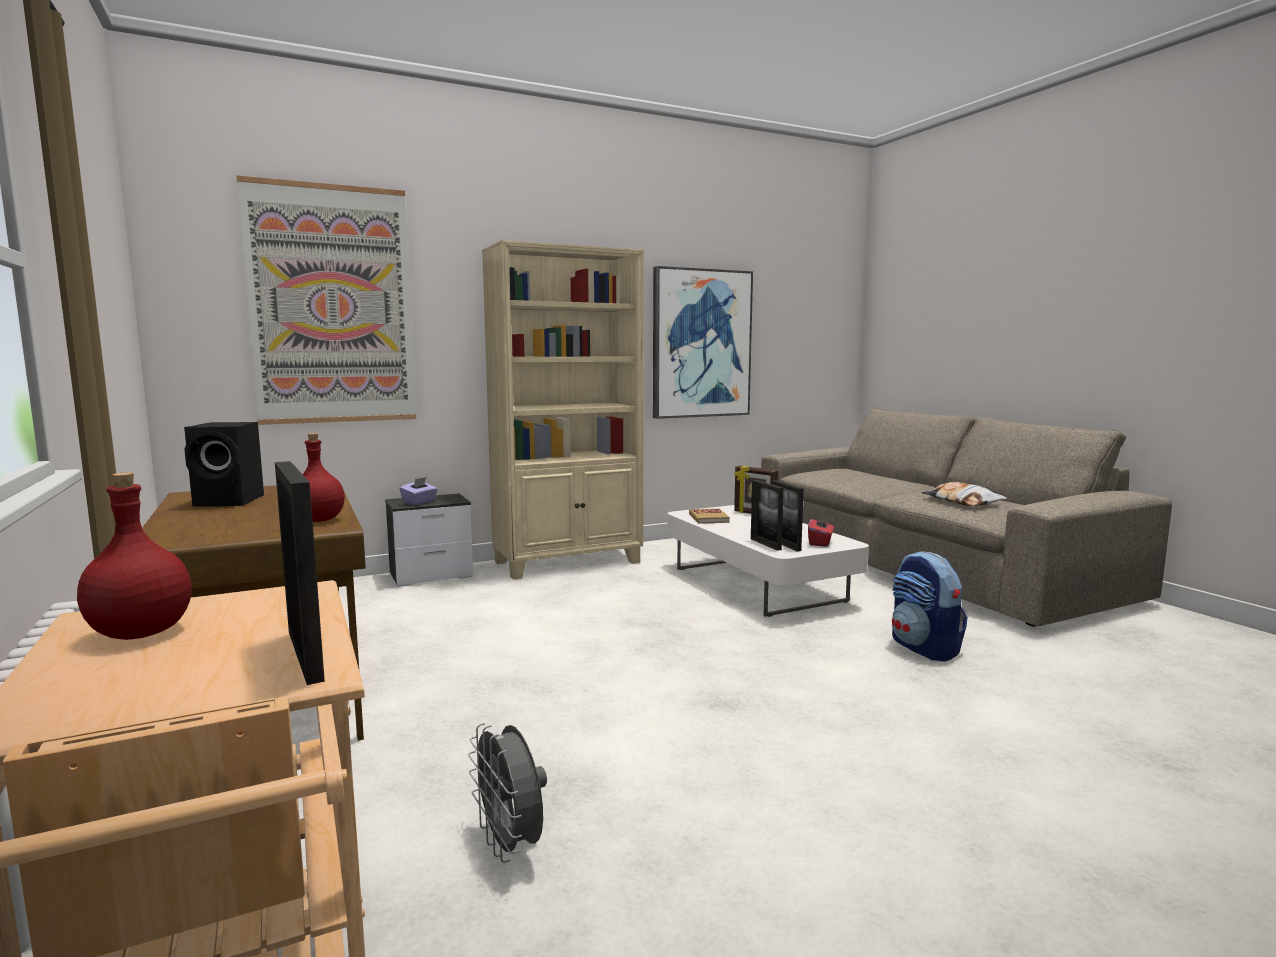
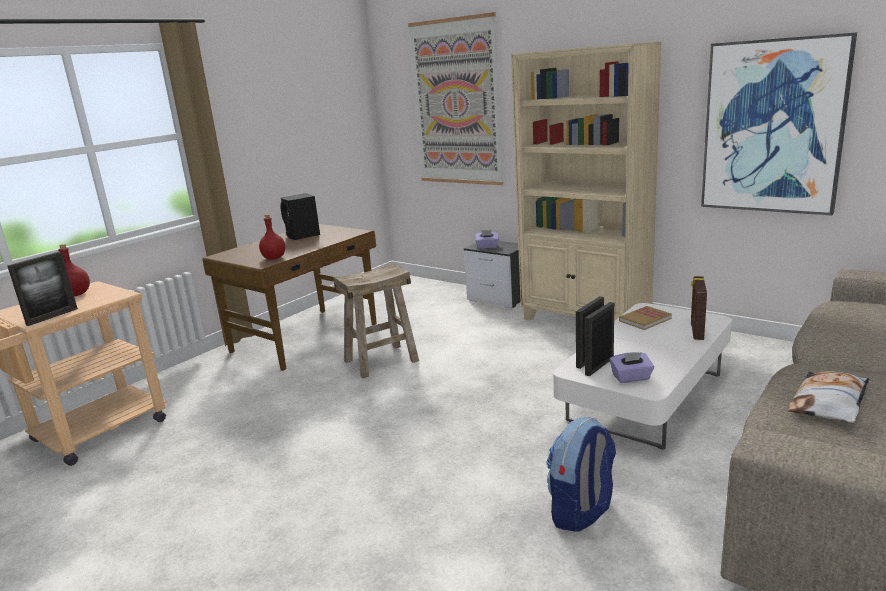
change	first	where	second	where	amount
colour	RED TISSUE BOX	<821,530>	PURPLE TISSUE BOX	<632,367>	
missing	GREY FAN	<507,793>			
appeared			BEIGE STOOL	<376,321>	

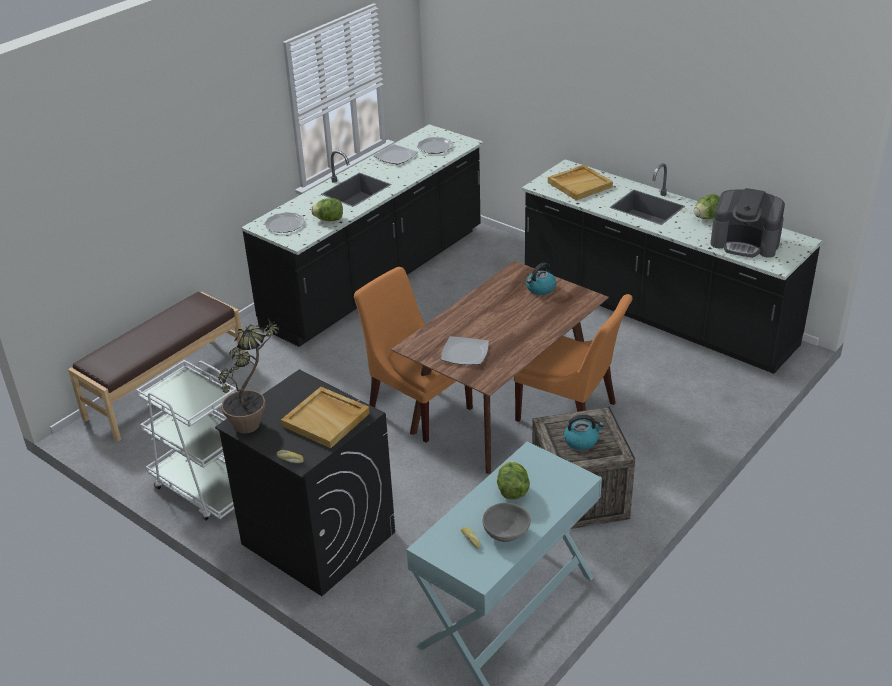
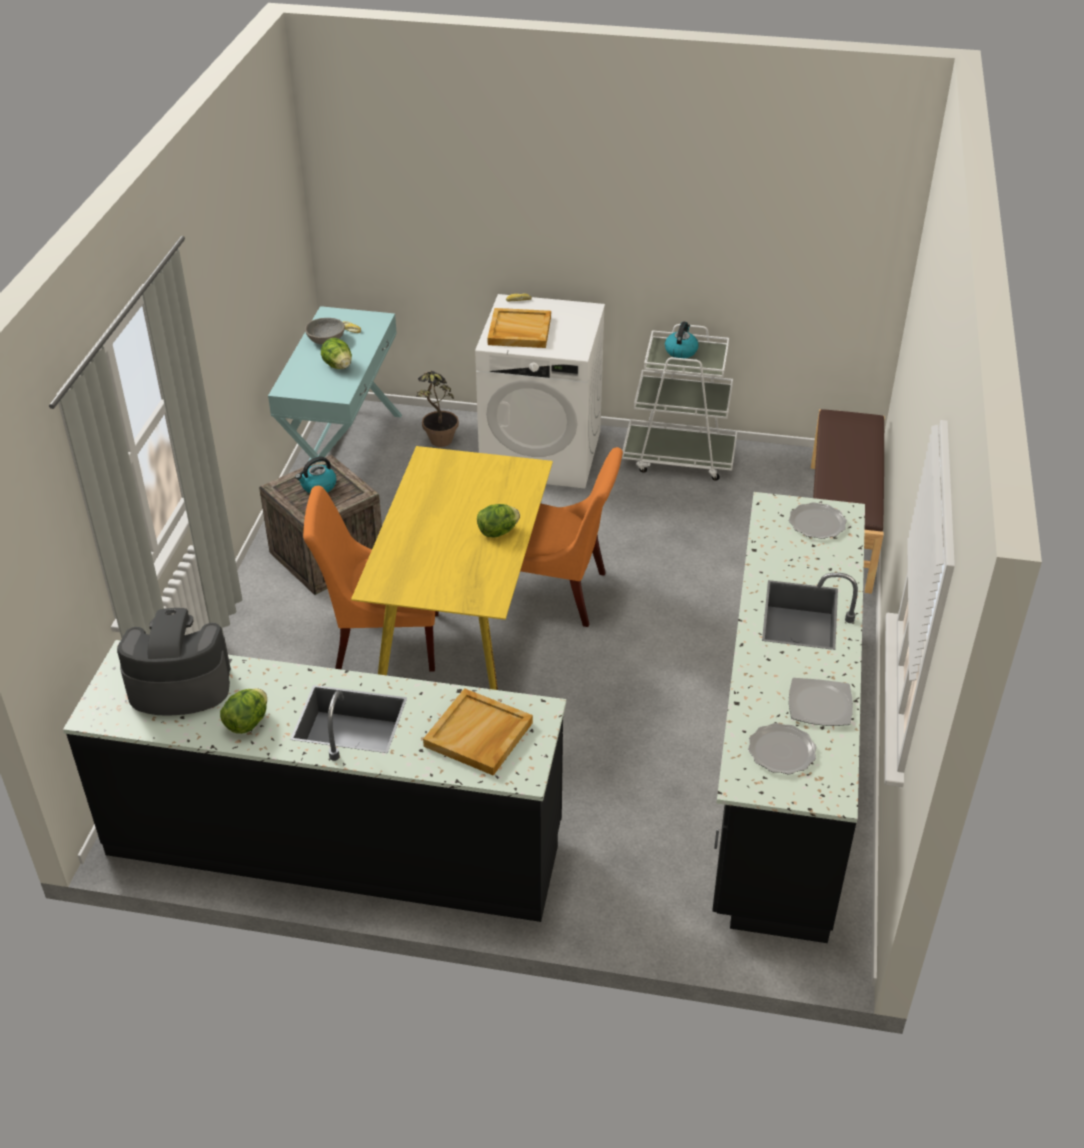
change	first	where	second	where	amount
relocated	LETTUCE	<327,210>		<498,521>	
colour	BROWN DINING TABLE	<500,367>	YELLOW DINING TABLE	<452,568>	
relocated	KETTLE	<541,278>		<682,339>	
relocated	POTTED PLANT	<249,376>		<437,409>	
missing	PLATE	<465,350>			
colour	BLACK WASHING MACHINE	<305,482>	WHITE WASHING MACHINE	<540,391>	

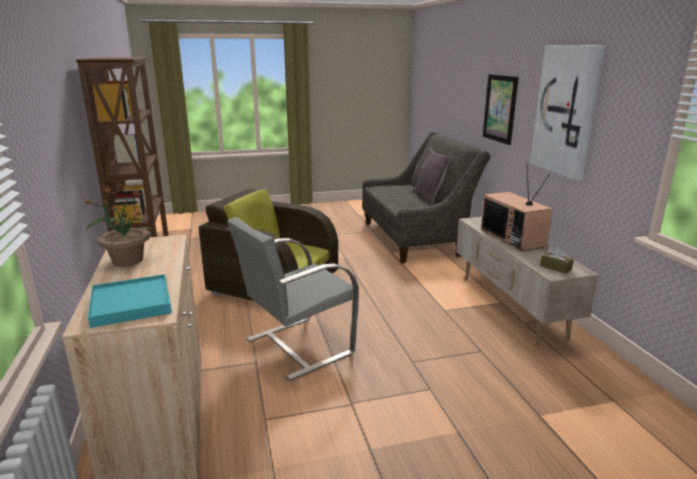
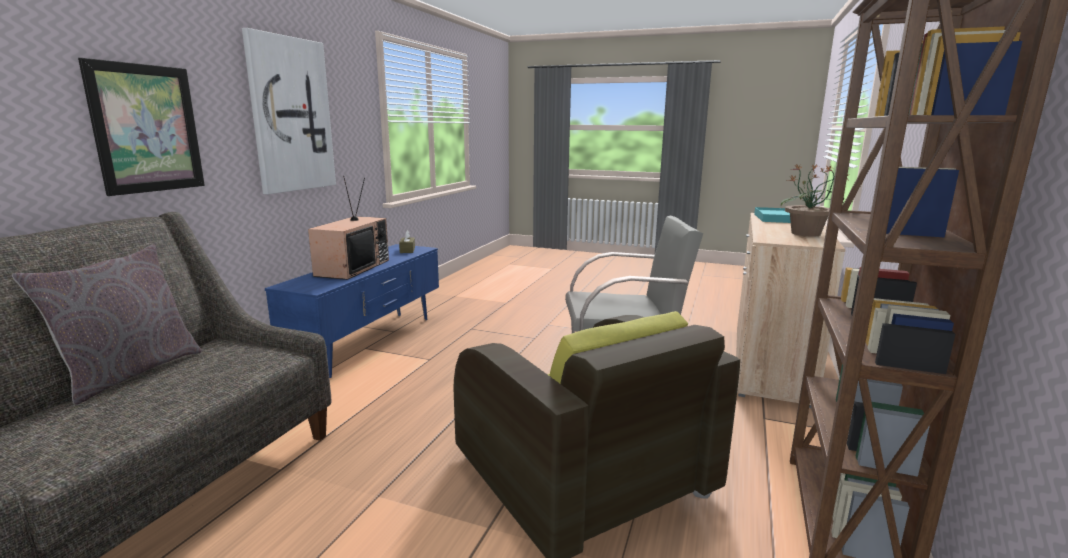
change	first	where	second	where	amount
colour	BEIGE TV STAND	<528,281>	BLUE TV STAND	<352,311>	

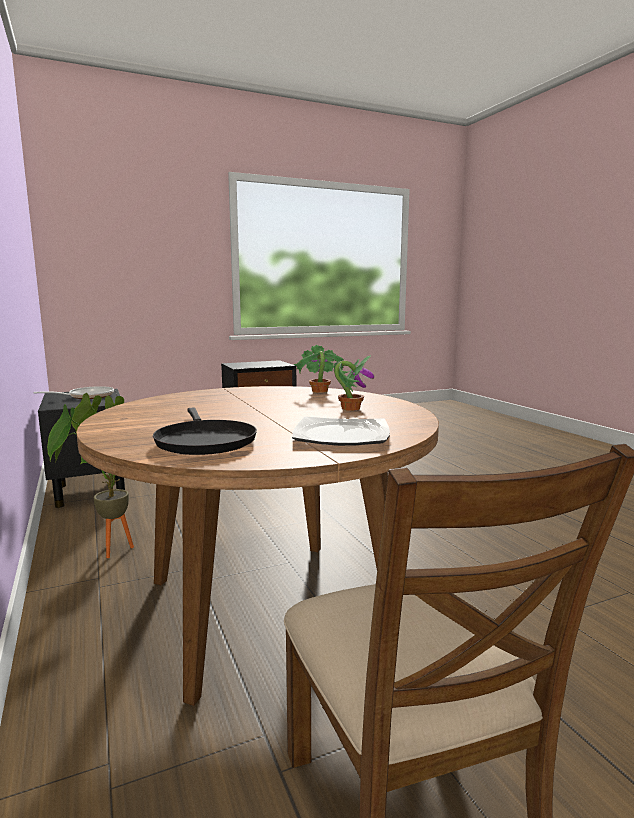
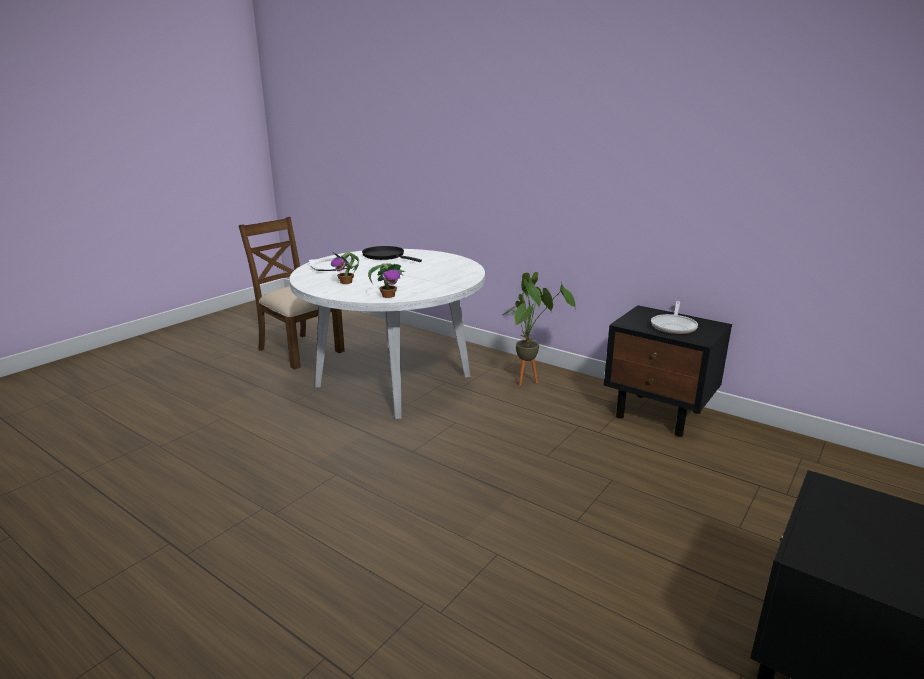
change	first	where	second	where	amount
colour	BROWN DINING TABLE	<257,546>	WHITE DINING TABLE	<387,334>	

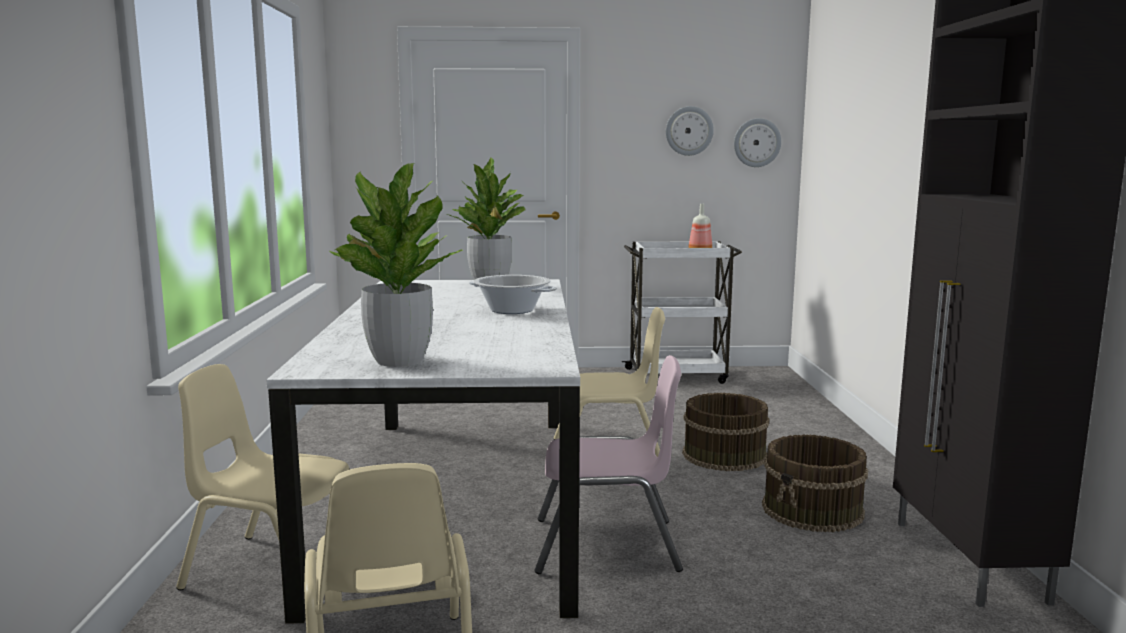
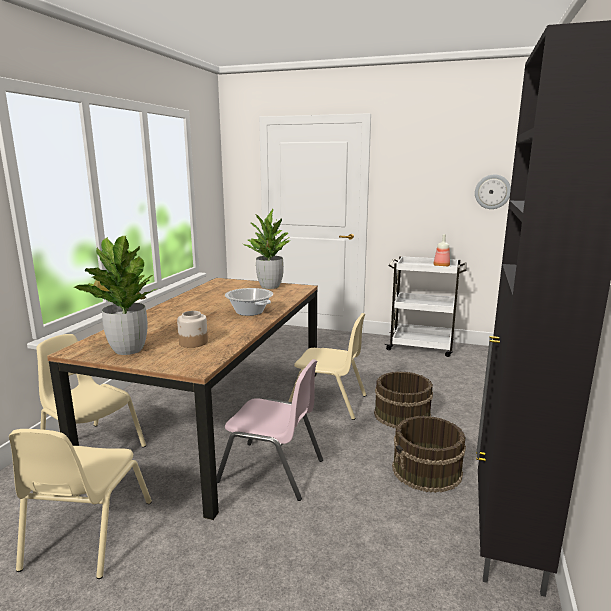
change	first	where	second	where	amount
missing	WALL CLOCK	<690,131>			
colour	WHITE DINING TABLE	<423,451>	BROWN DINING TABLE	<182,399>	
appeared			JAR	<192,329>	

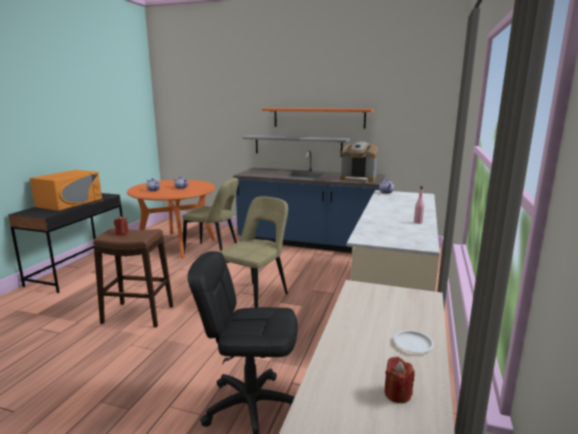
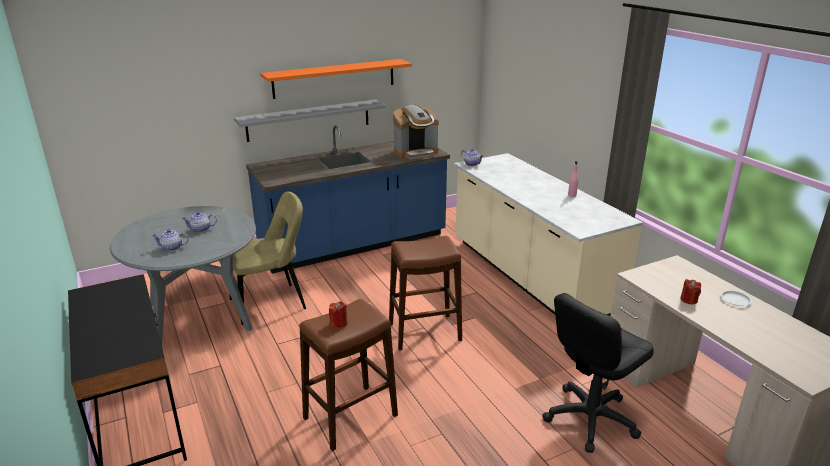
change	first	where	second	where	amount
missing	ORANGE MICROWAVE	<66,190>			
colour	ORANGE DINING TABLE	<171,219>	GREY DINING TABLE	<183,275>	
exchanged	BEIGE CHAIR	<254,251>	BROWN STOOL	<425,293>	
relocated	RED CANDLE	<399,379>		<691,291>	

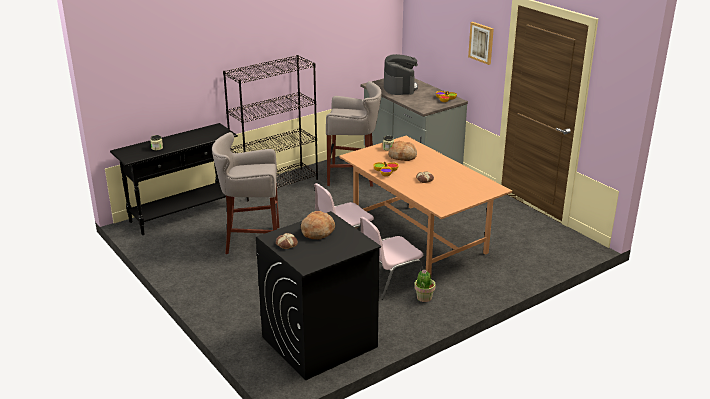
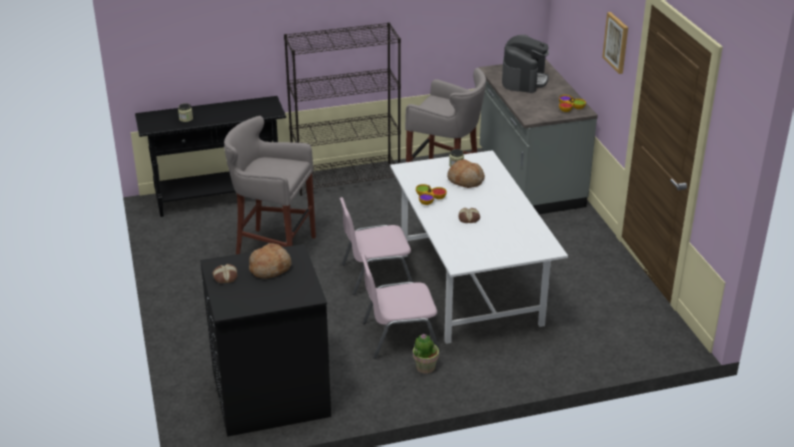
change	first	where	second	where	amount
colour	BROWN DINING TABLE	<425,205>	WHITE DINING TABLE	<479,247>	

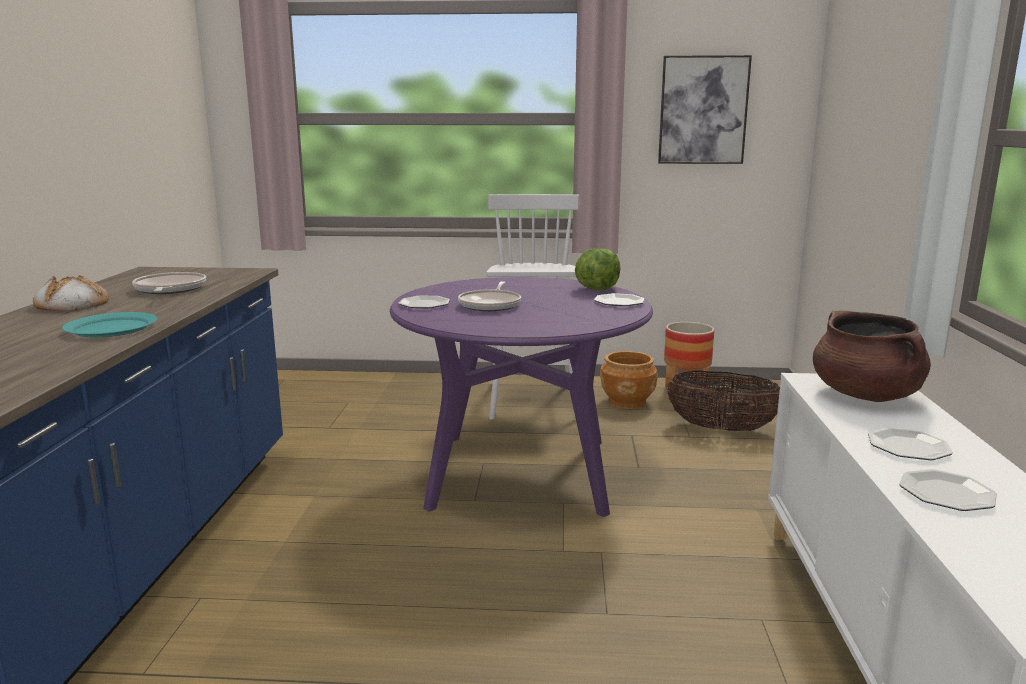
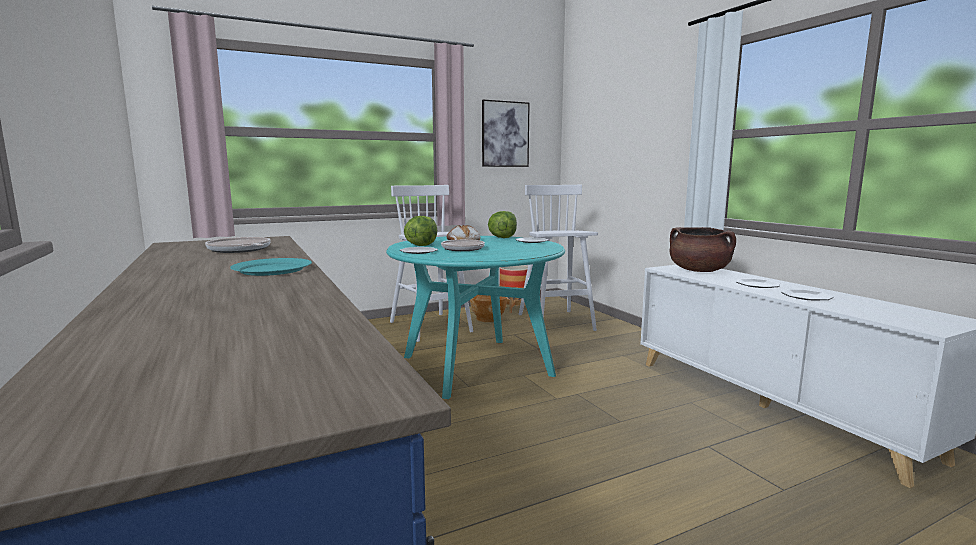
change	first	where	second	where	amount
relocated	BREAD	<71,293>		<463,232>	
colour	PURPLE DINING TABLE	<521,397>	TURQUOISE DINING TABLE	<475,317>	
exchanged	BASKET	<724,400>	WHITE STOOL	<558,258>	
appeared			LETTUCE	<420,231>	

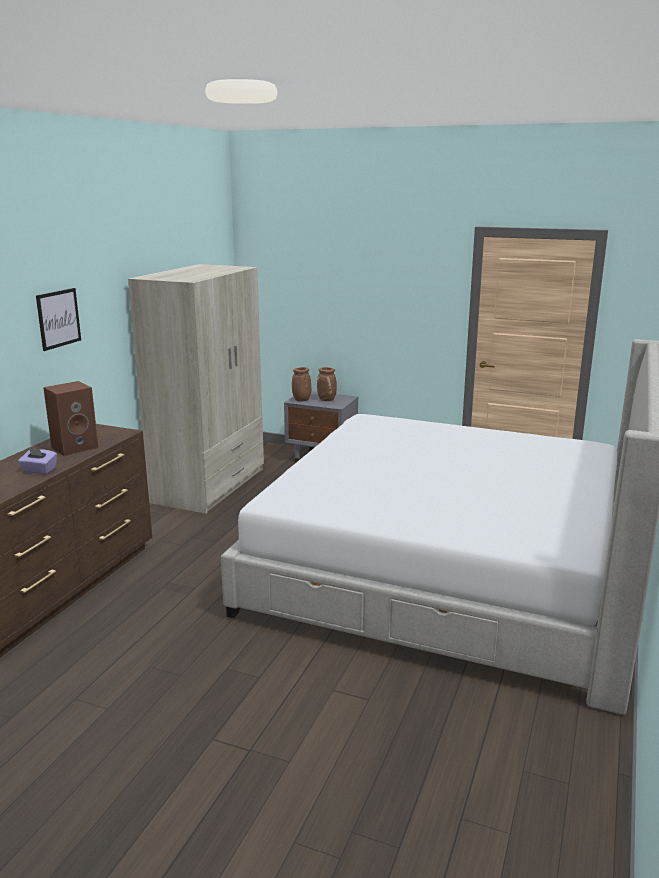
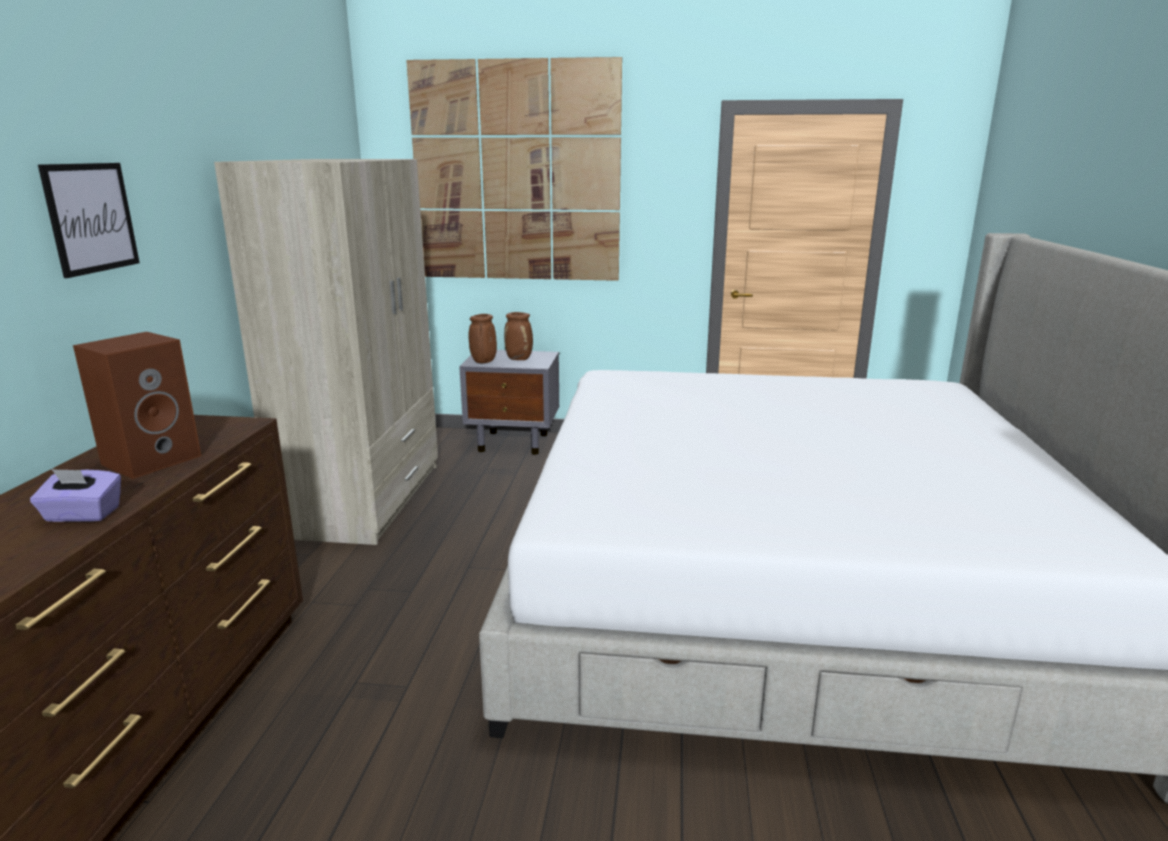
change	first	where	second	where	amount
appeared			PICTURE	<514,169>	

